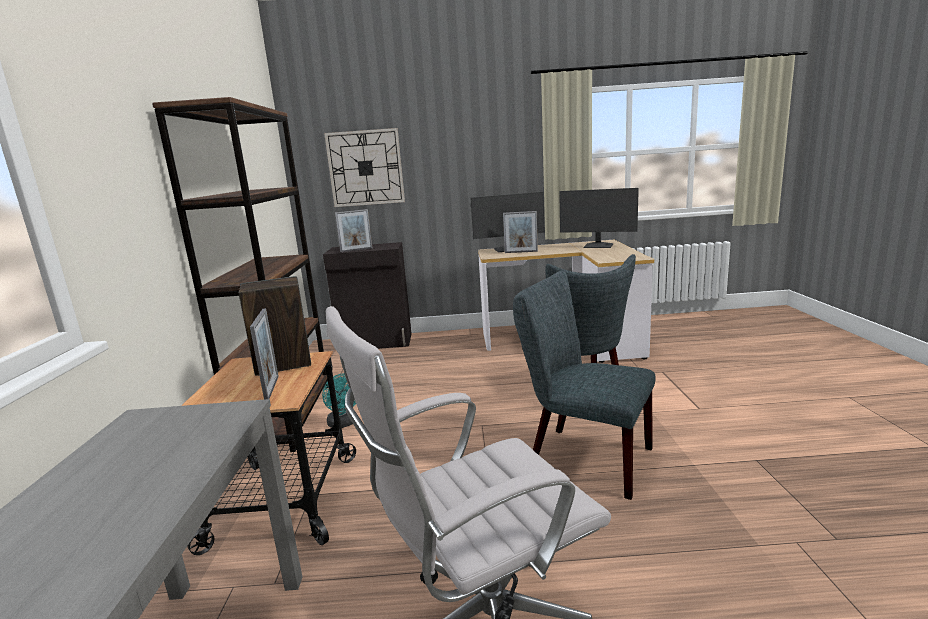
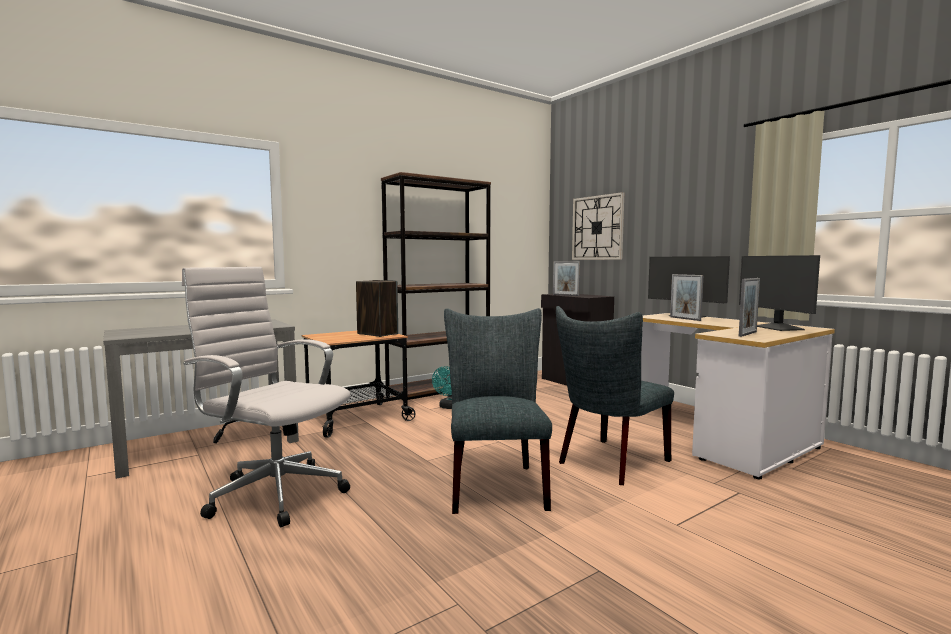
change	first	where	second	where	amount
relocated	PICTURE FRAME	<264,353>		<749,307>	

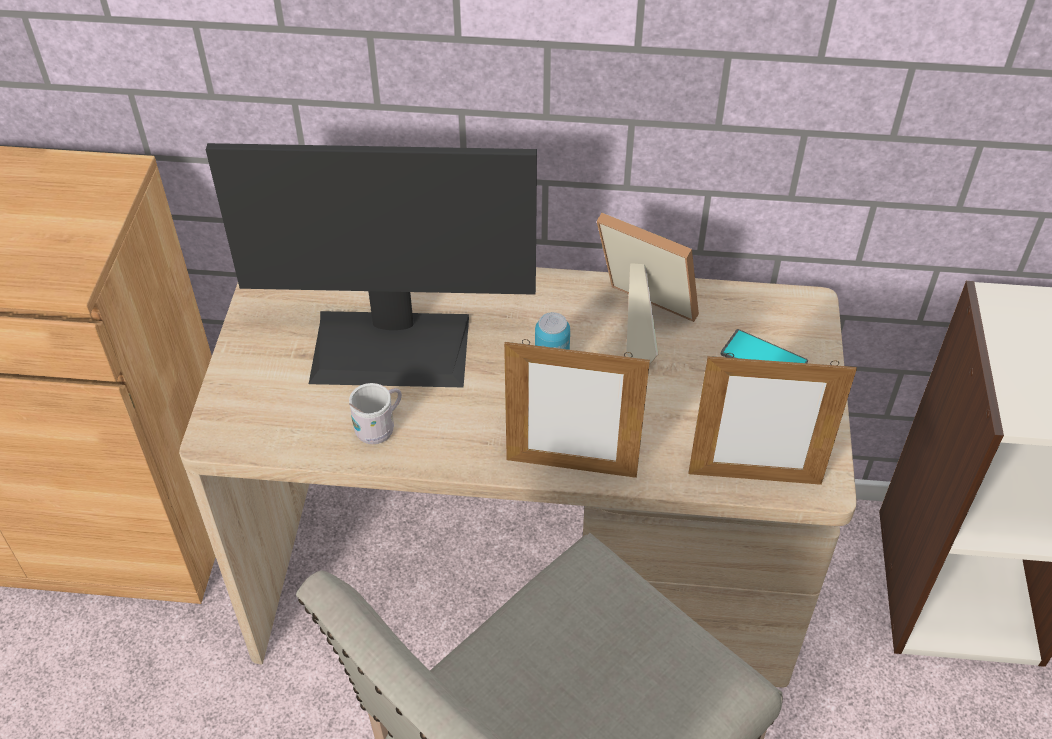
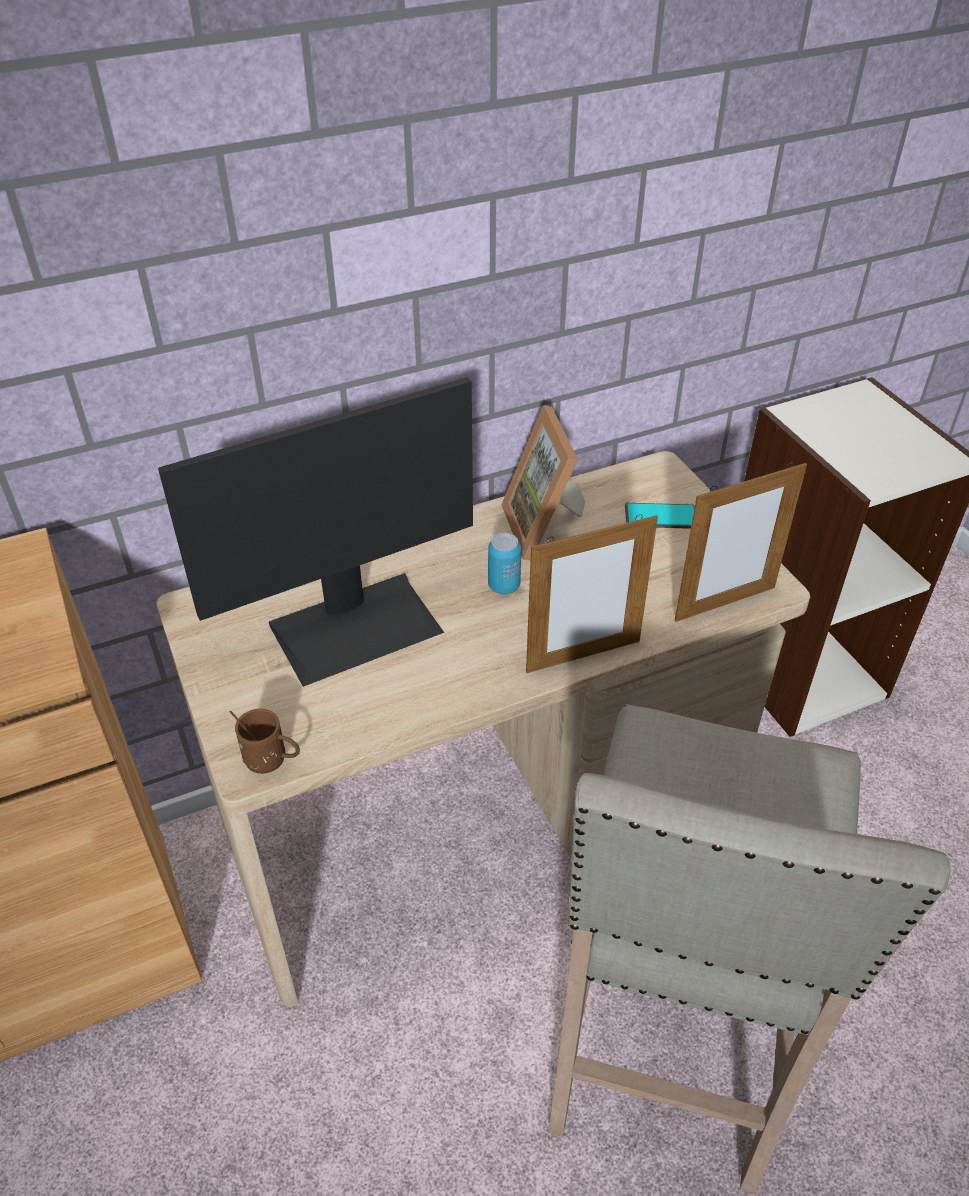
change	first	where	second	where	amount
spun	PICTURE FRAME	<648,289>		<543,482>	105 degrees counterclockwise
missing	WHITE MUG	<375,413>			
appeared			BROWN MUG	<264,741>	

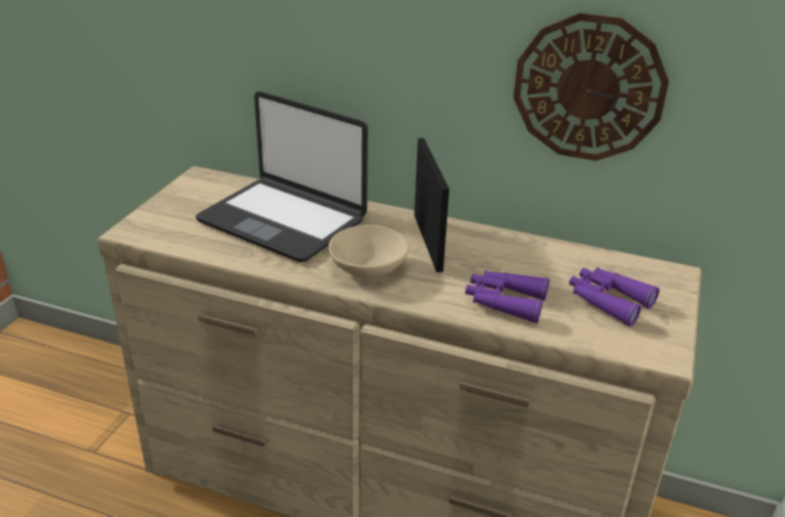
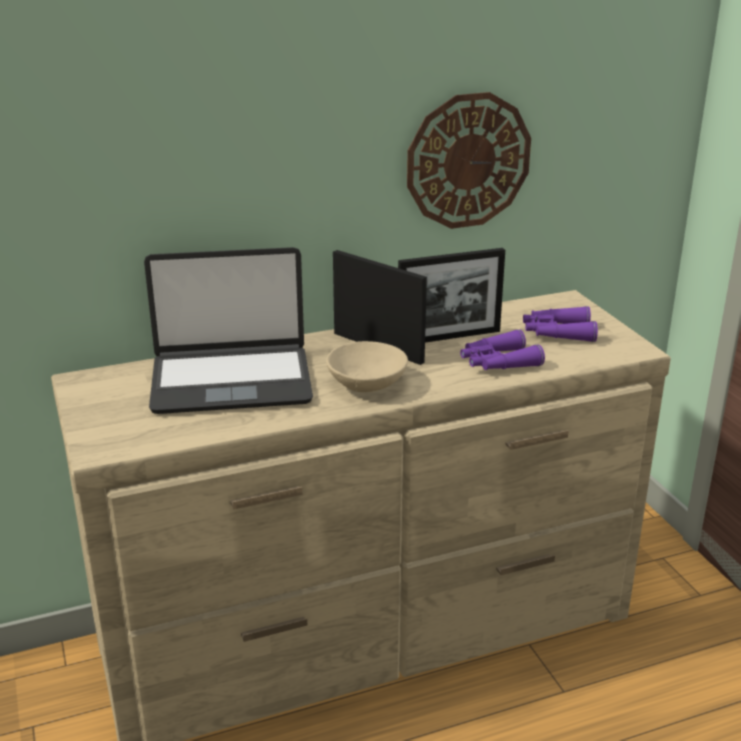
change	first	where	second	where	amount
appeared			PICTURE FRAME	<451,295>	

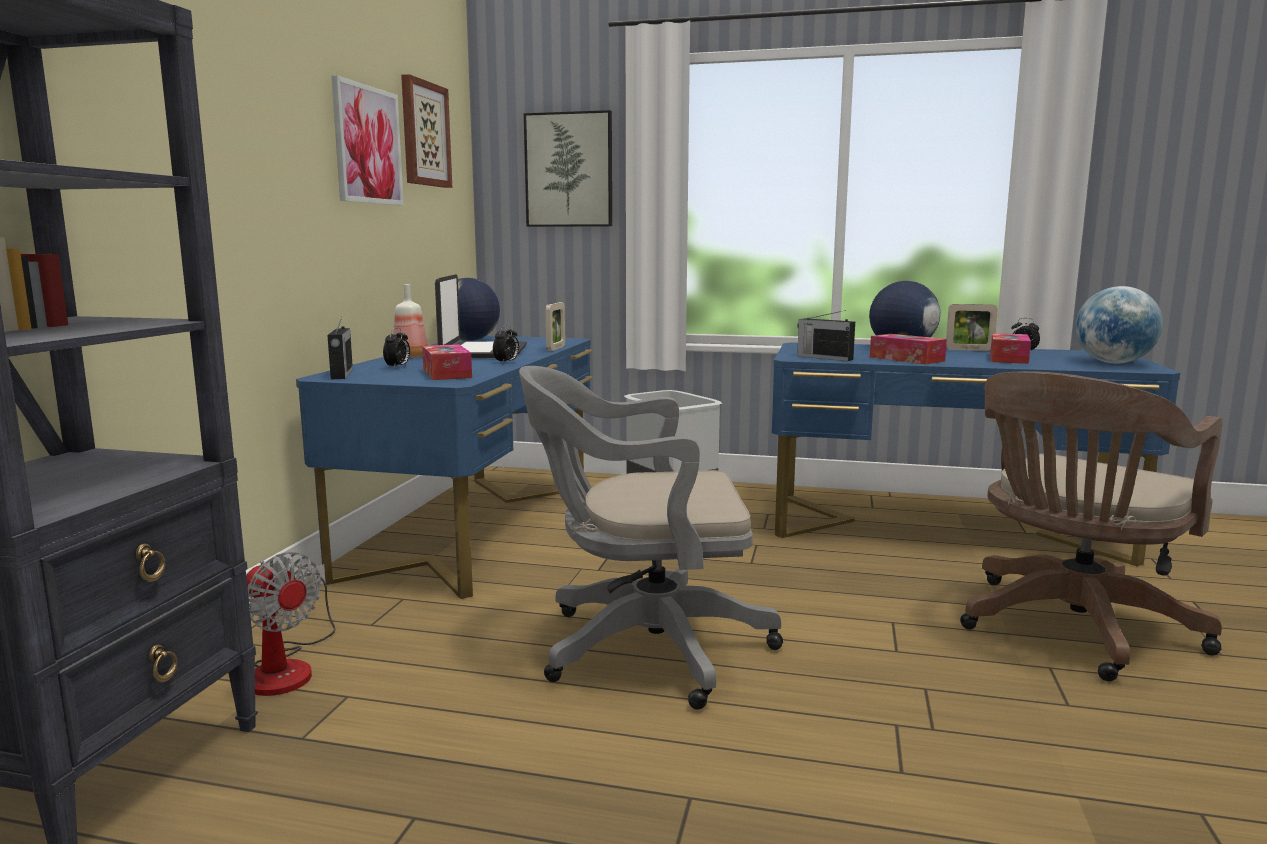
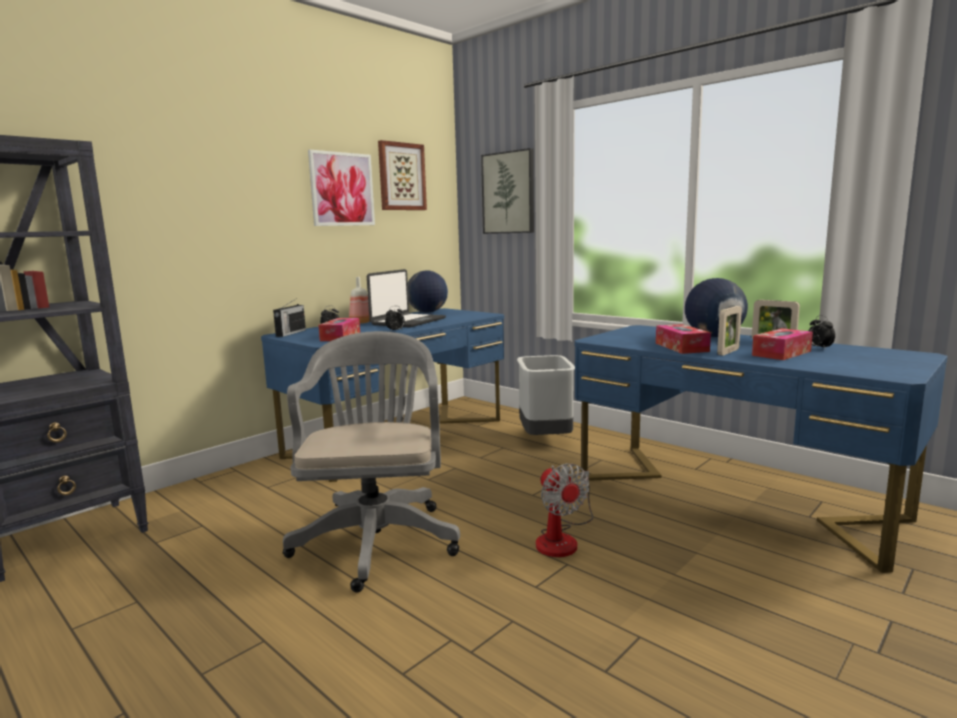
change	first	where	second	where	amount
missing	GLOBE	<1119,325>			
relocated	PICTURE FRAME	<555,326>		<729,331>	
missing	RADIO	<826,335>			
spun	GREY OFFICE CHAIR	<651,538>		<371,462>	60 degrees clockwise
missing	BROWN OFFICE CHAIR	<1091,526>			
relocated	FAN	<290,624>		<564,510>	

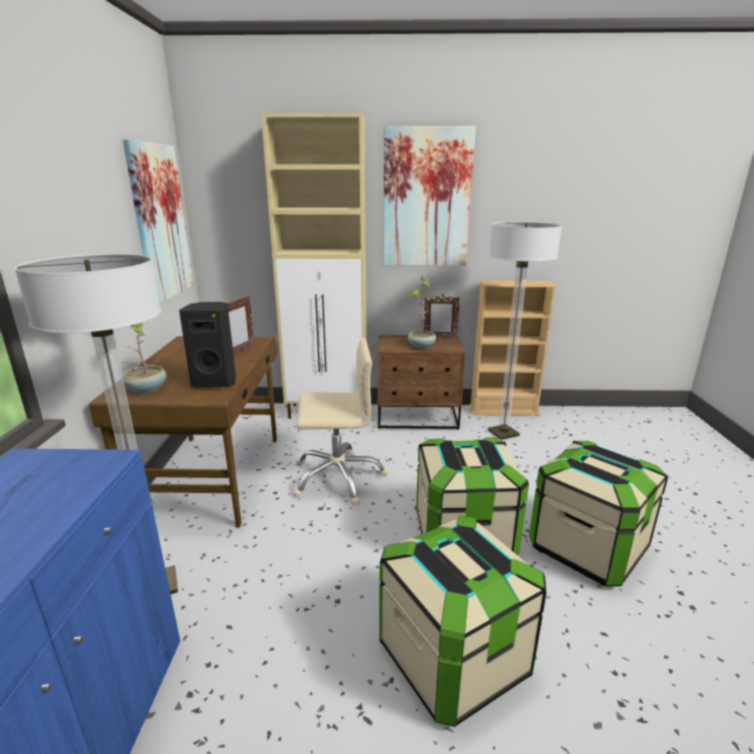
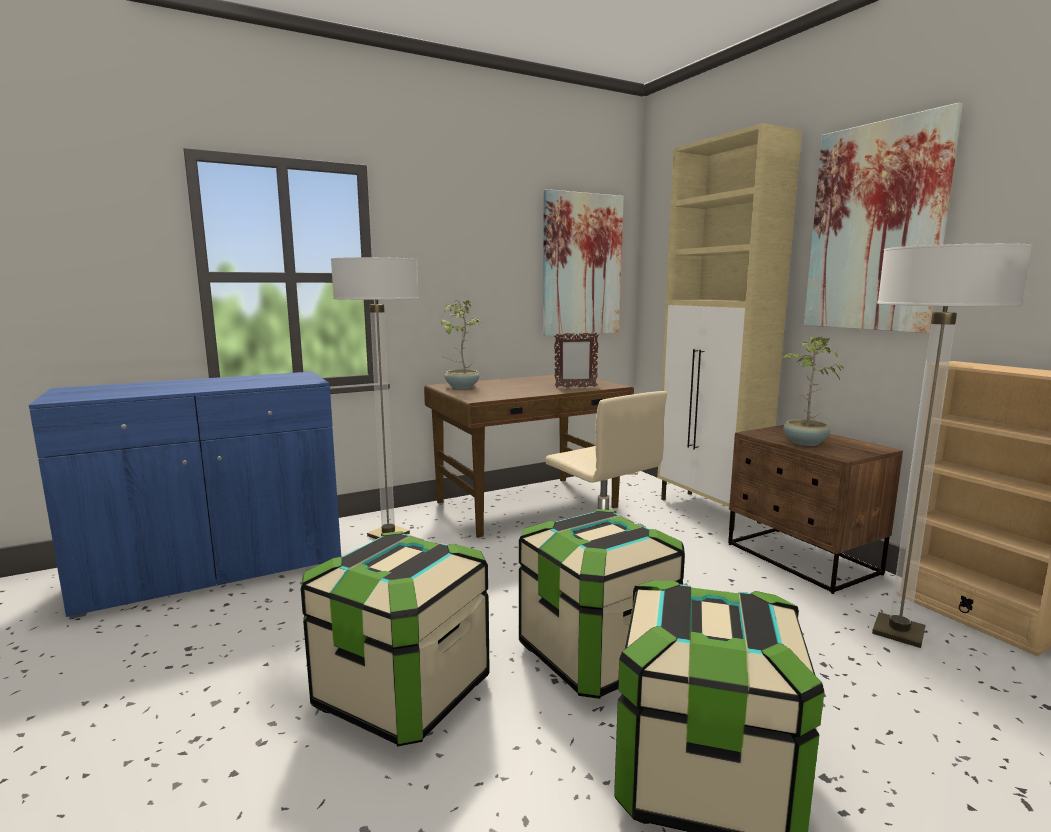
change	first	where	second	where	amount
missing	PICTURE FRAME	<442,317>			
missing	BLACK SPEAKER	<207,345>			

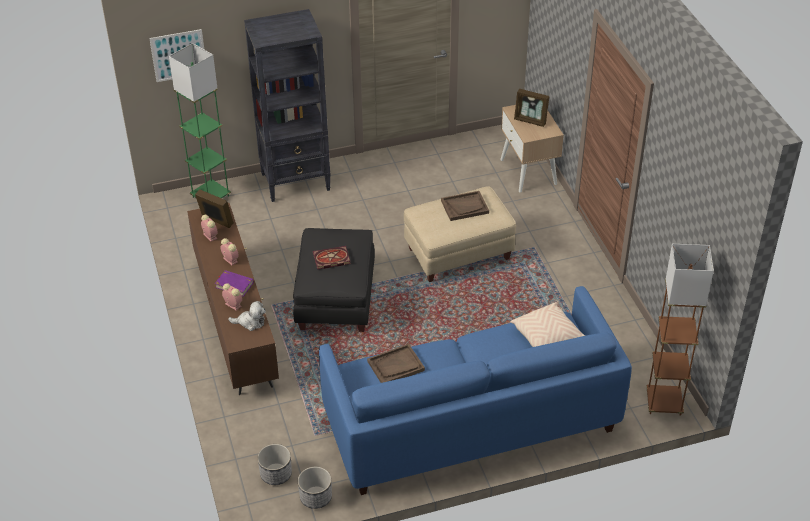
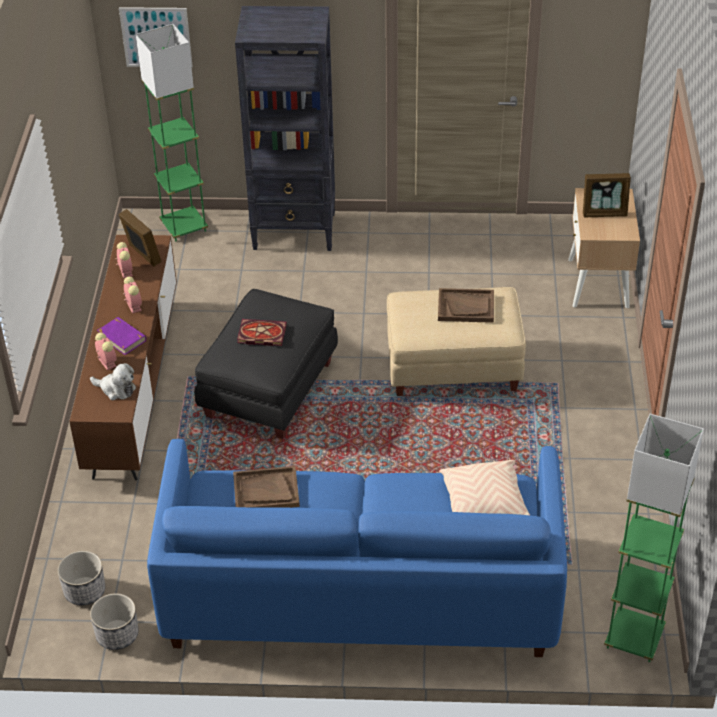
change	first	where	second	where	amount
spun	PICTURE FRAME	<532,108>		<607,195>	45 degrees counterclockwise
colour	BROWN FLOOR LAMP	<680,330>	GREEN FLOOR LAMP	<654,538>	

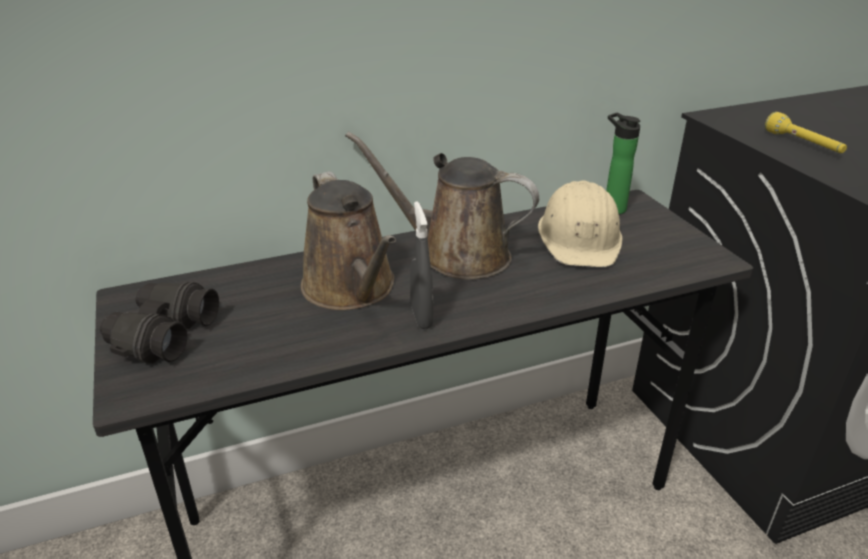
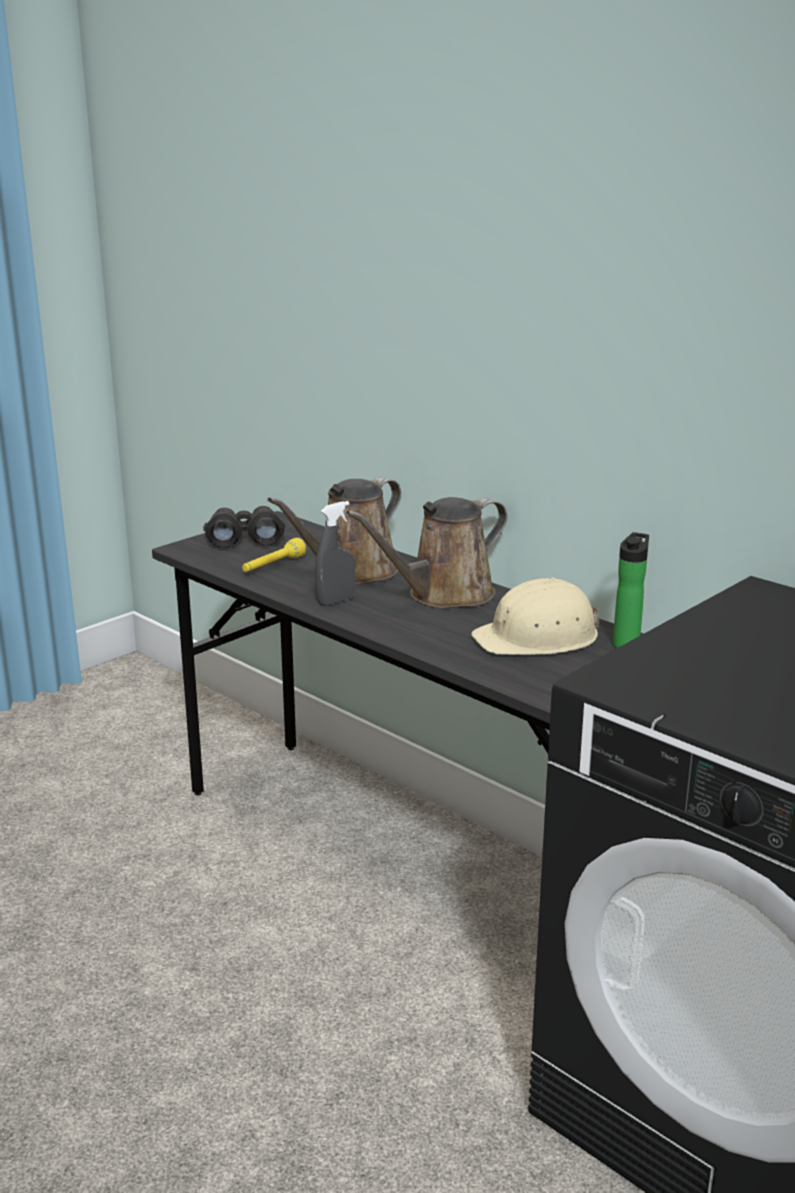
change	first	where	second	where	amount
relocated	YELLOW FLASHLIGHT	<806,132>		<274,555>	
spun	BROWN WATERING CAN	<442,206>		<427,552>	120 degrees counterclockwise

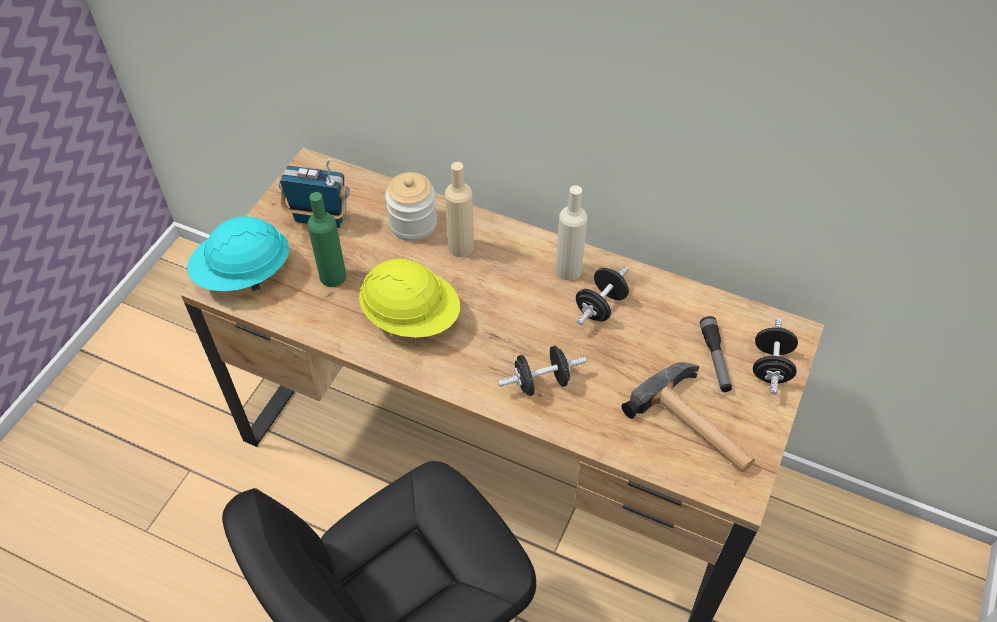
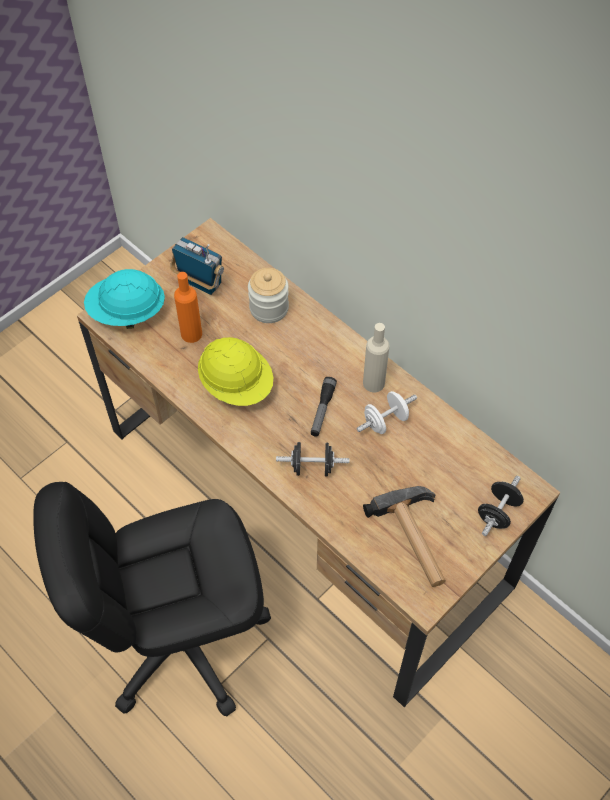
change	first	where	second	where	amount
missing	BEIGE BOTTLE	<459,209>			
colour	GREEN BOTTLE	<326,239>	ORANGE BOTTLE	<188,307>	
colour	BLACK DUMBBELL	<602,295>	WHITE DUMBBELL	<386,412>	
relocated	FLASHLIGHT	<716,354>		<324,407>	

